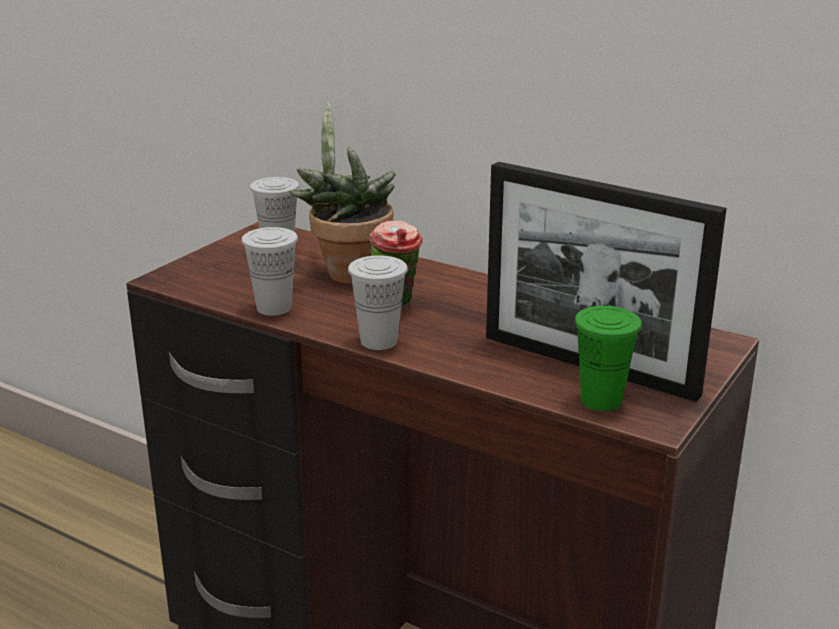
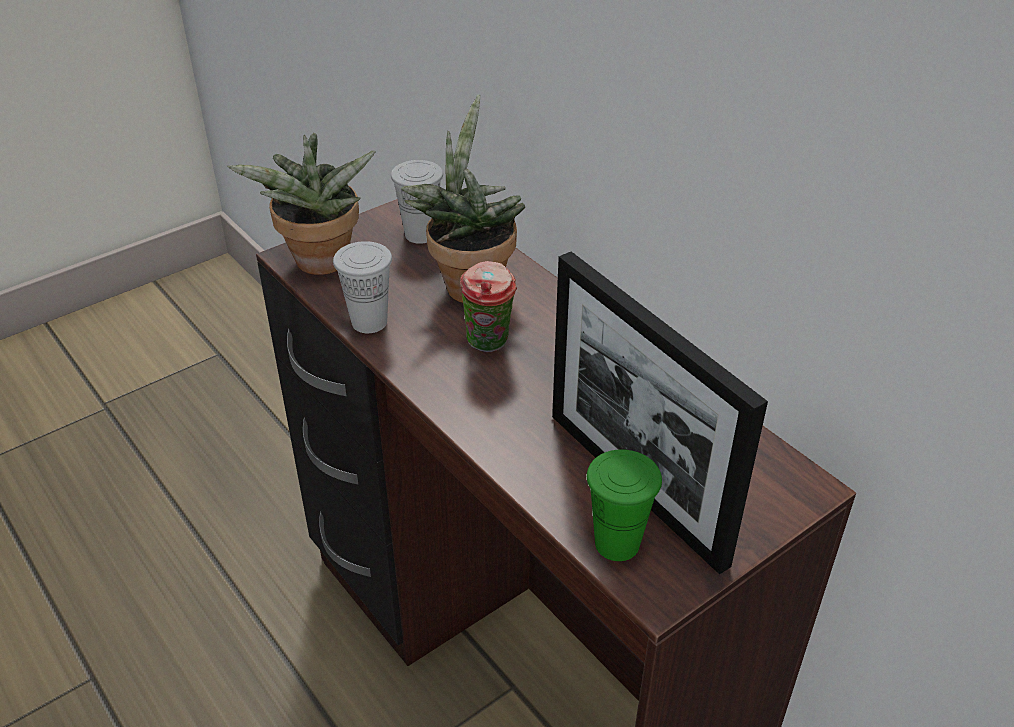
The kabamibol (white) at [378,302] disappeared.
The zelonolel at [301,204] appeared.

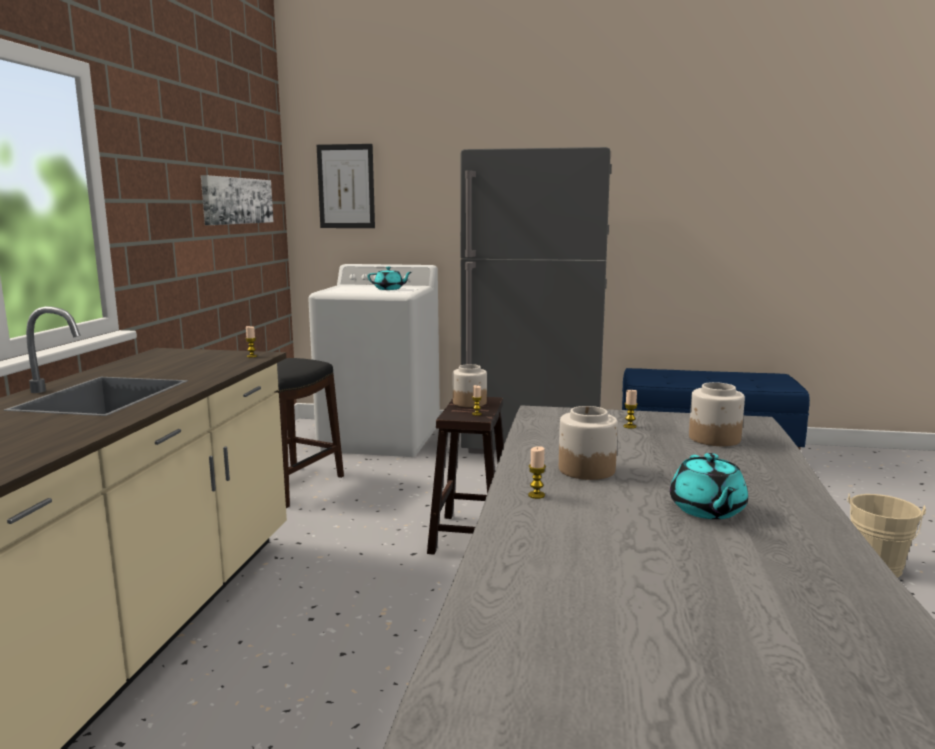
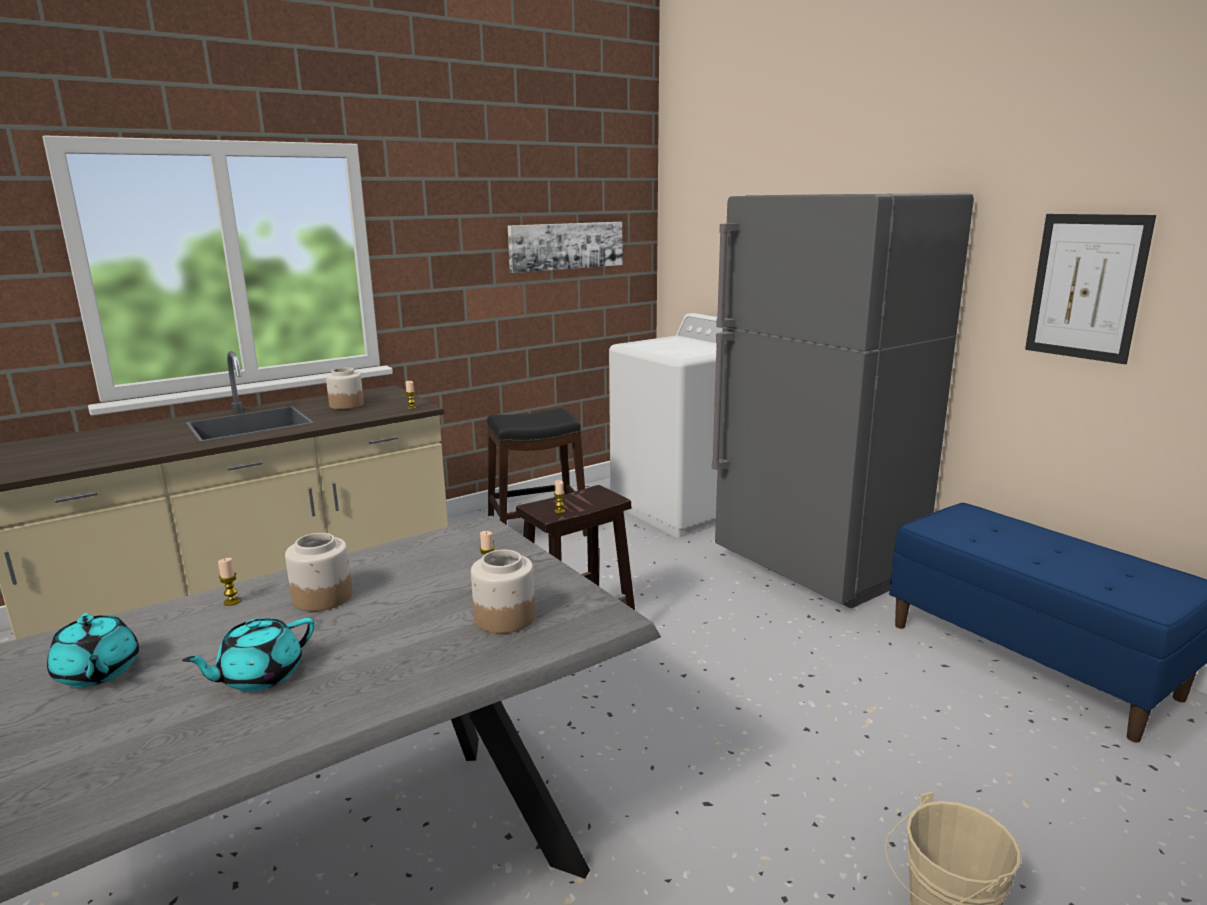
The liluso moved from [346,186] to [1090,289].
The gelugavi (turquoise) moved from [390,278] to [93,650].
The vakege moved from [470,385] to [345,388].

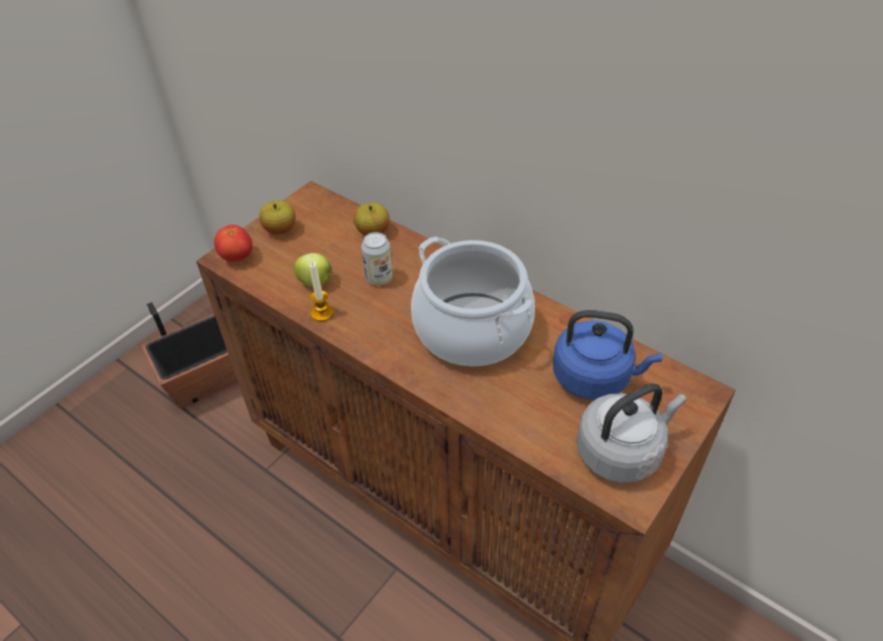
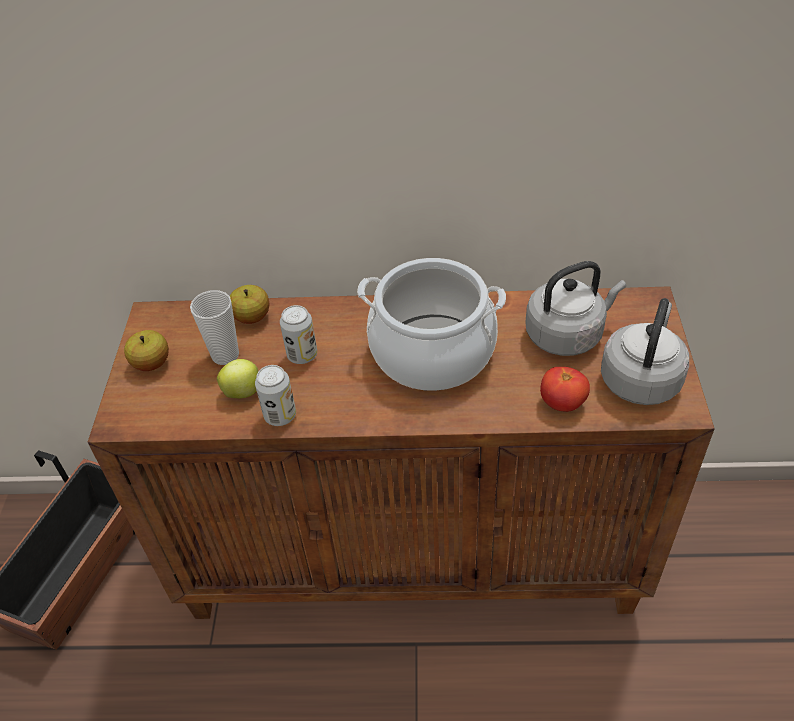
The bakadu moved from [233,243] to [565,389].
The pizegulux at [321,291] was replaced by the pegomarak at [275,395].
The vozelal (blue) at [608,355] became the vozelal (grey) at [575,308].
The kabamibol at [214,327] appeared.

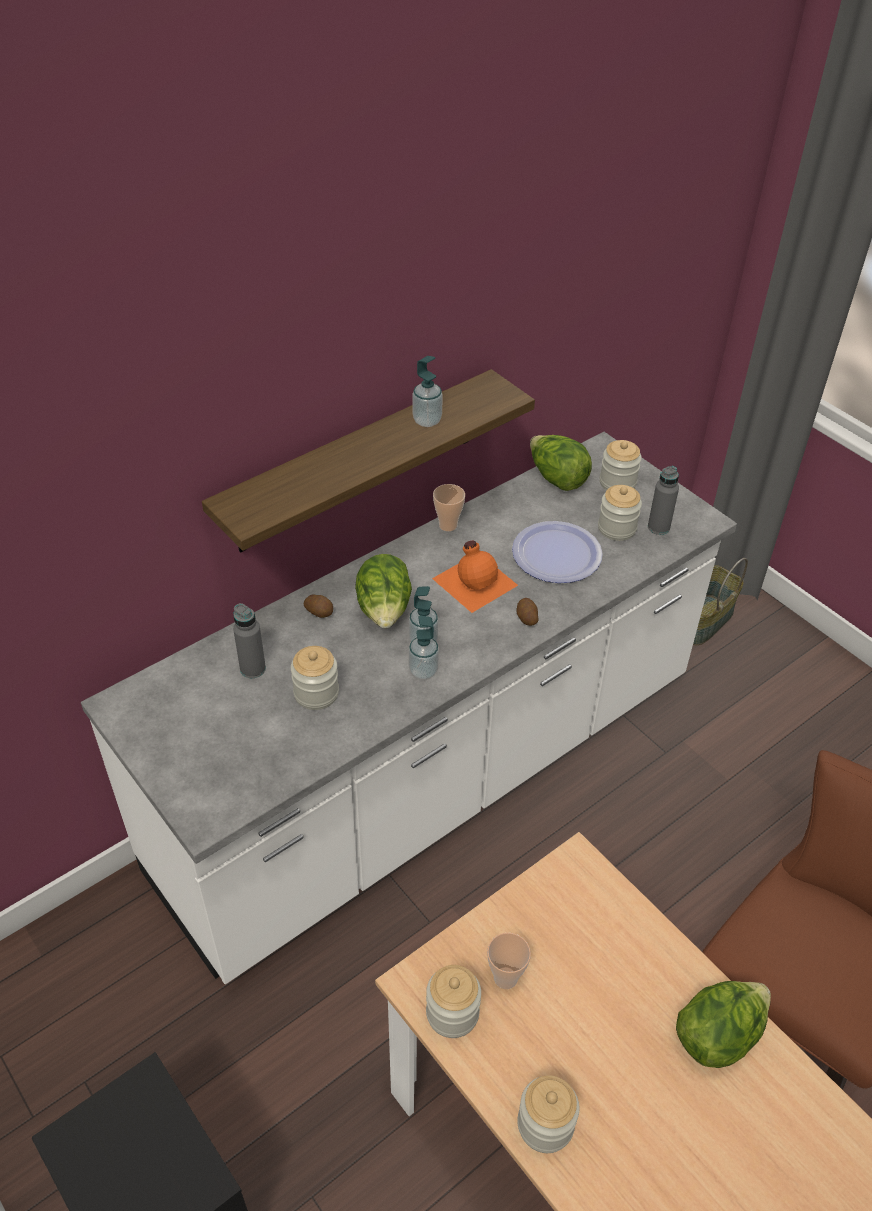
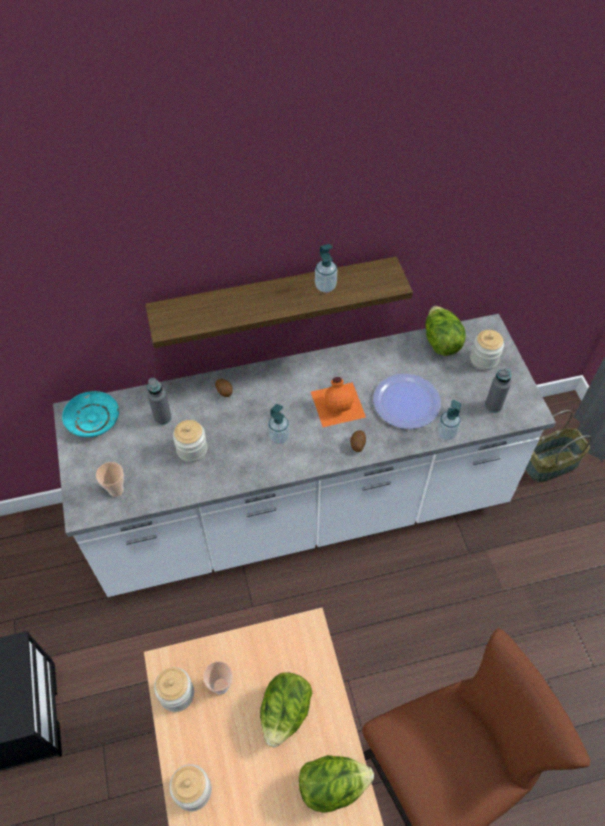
The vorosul moved from [383,591] to [286,709].
The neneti moved from [424,647] to [449,420].
The kabamibol moved from [449,507] to [110,479].
The vakege at [620,513] disappeared.
The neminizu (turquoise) at [90,414] appeared.

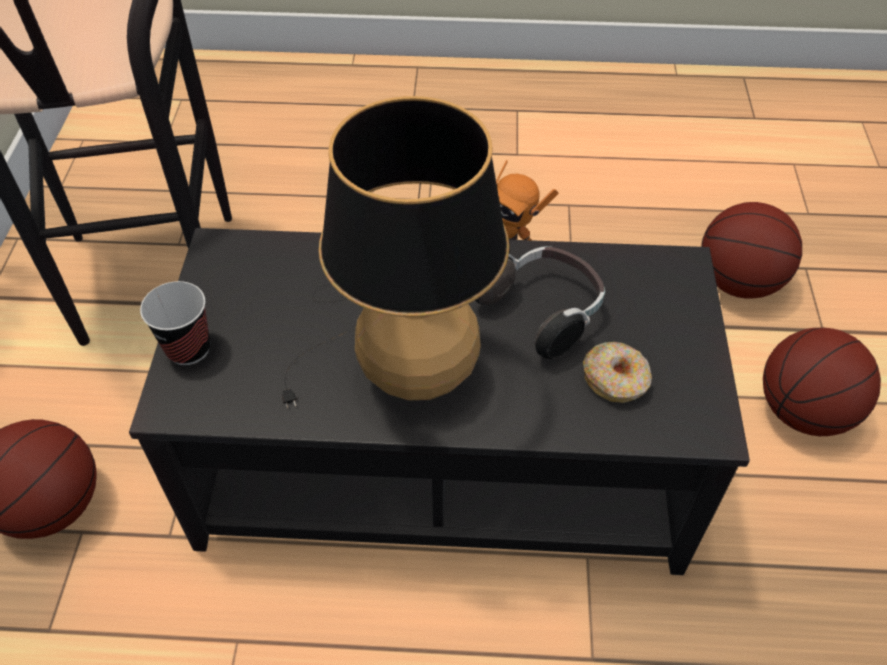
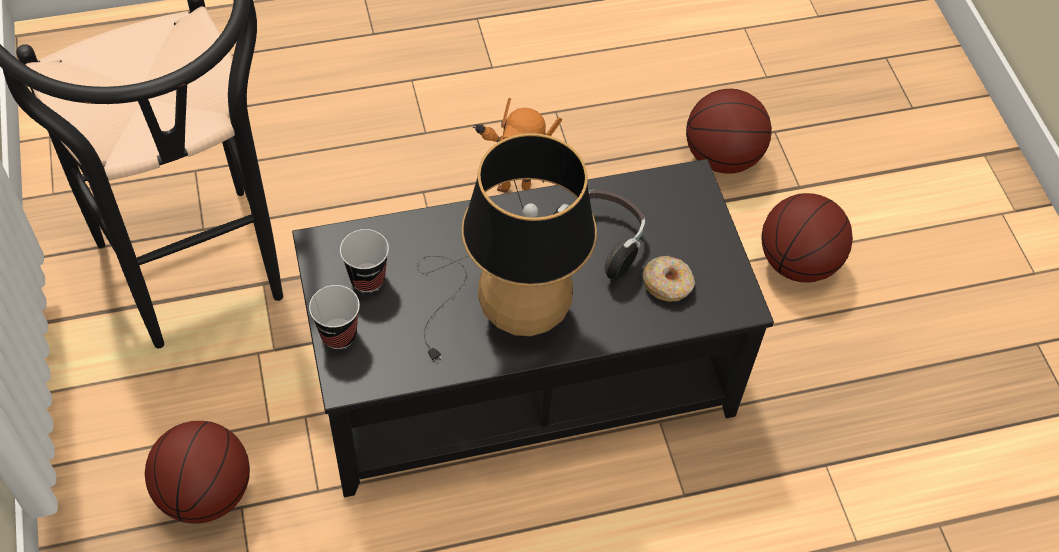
The kabamibol at [364,260] appeared.

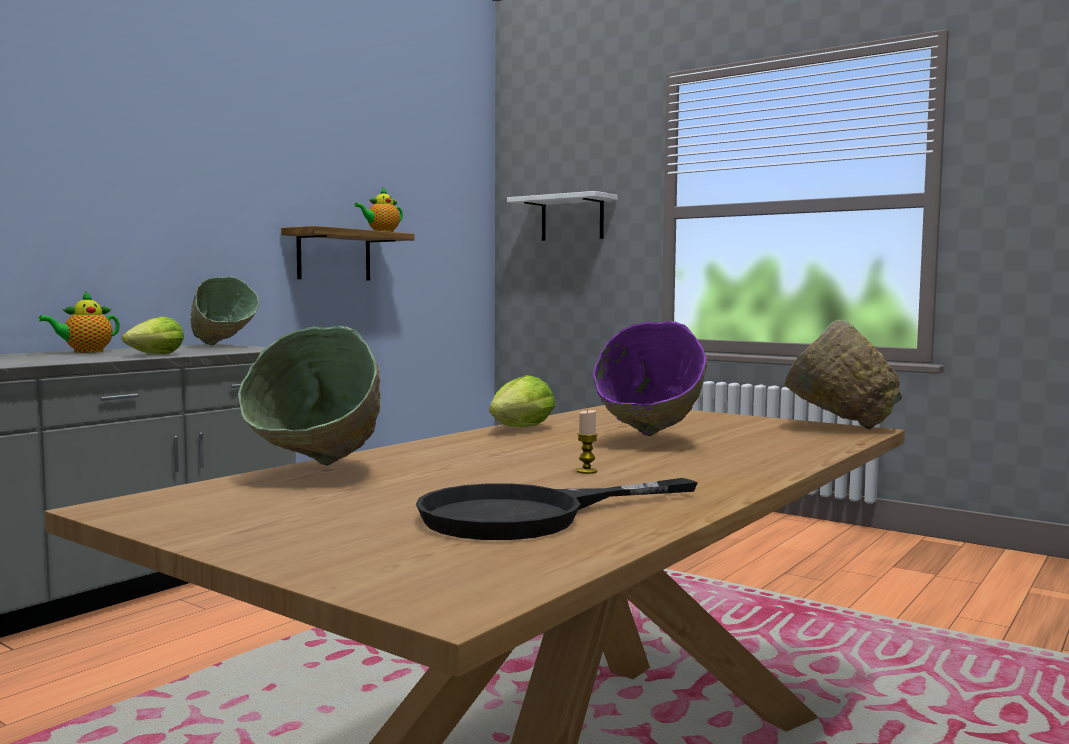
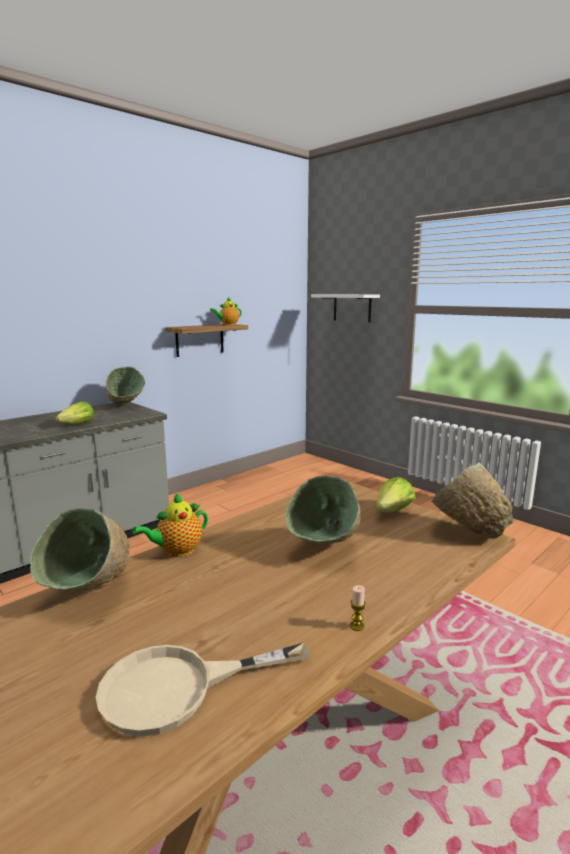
The gelugavi moved from [79,322] to [170,525].
The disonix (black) at [557,509] became the disonix (beige) at [203,689].
The vorosul moved from [522,401] to [396,494].
The pizegulux moved from [587,442] to [358,608].
The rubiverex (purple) at [650,378] became the rubiverex (green) at [322,509].

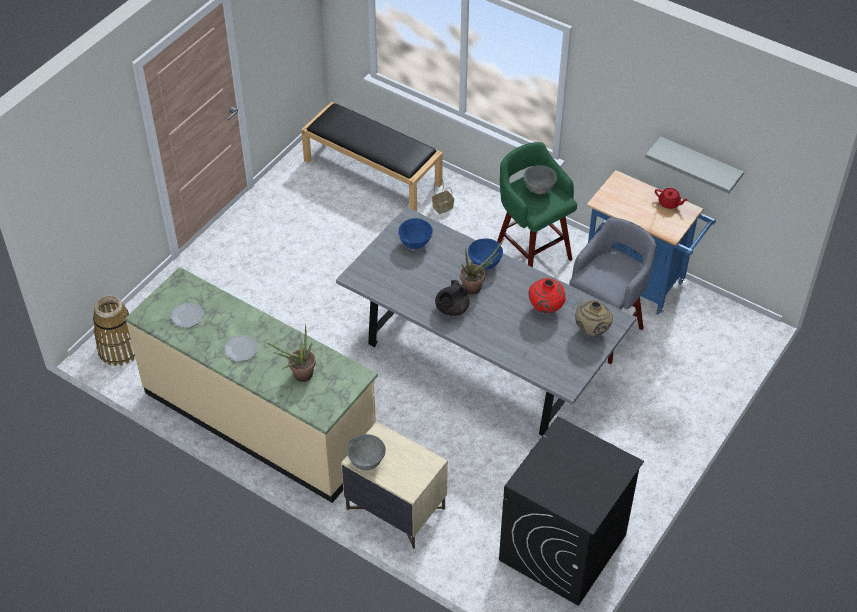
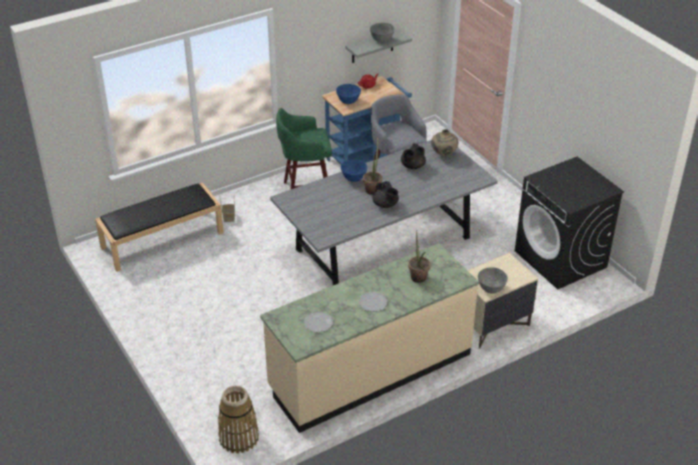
The rubiverex (blue) moved from [415,233] to [348,94].
The rubiverex (grey) moved from [540,179] to [382,32].
The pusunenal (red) at [547,295] was replaced by the gelugavi (black) at [413,156].

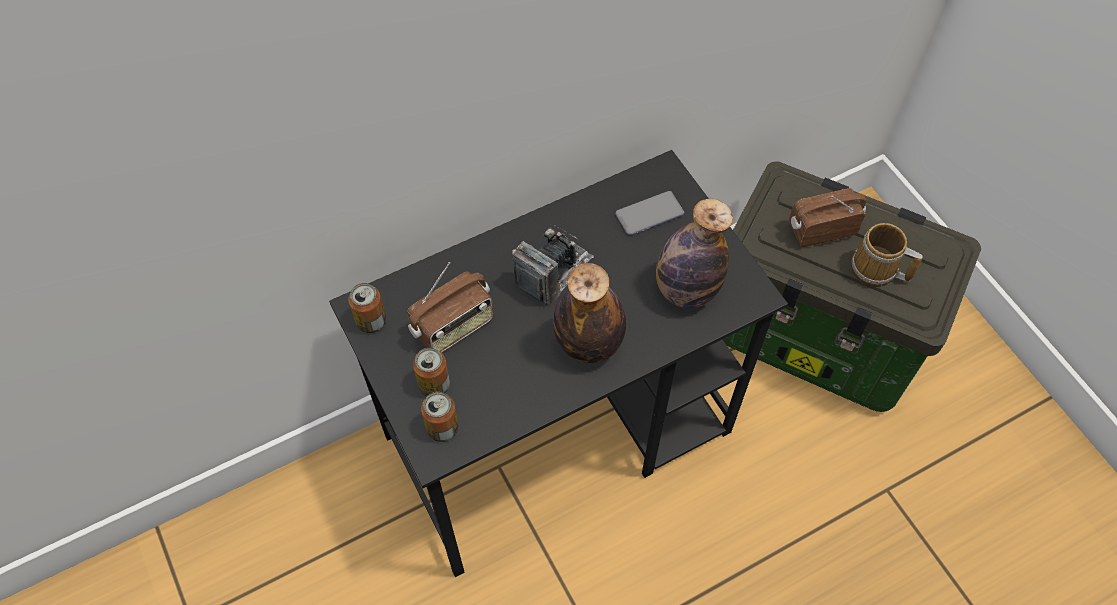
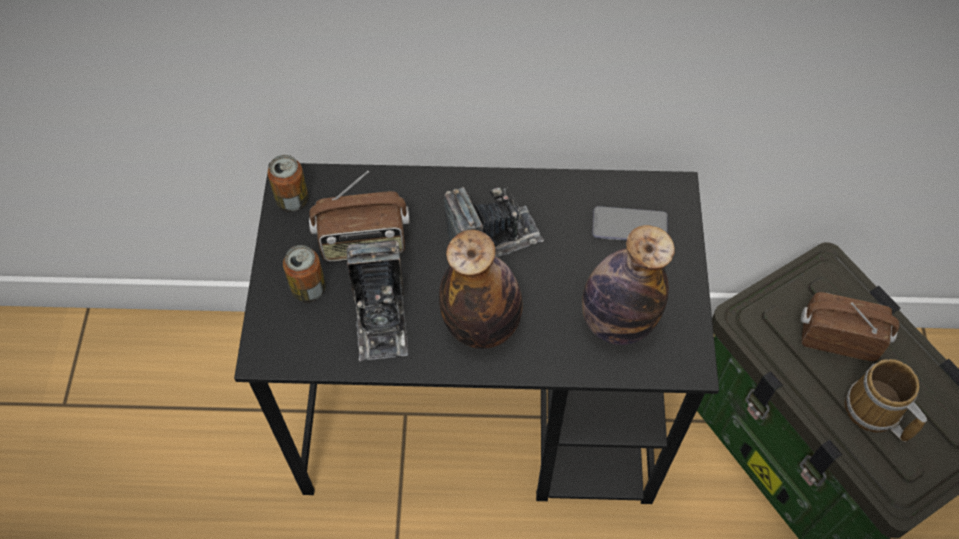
The pegomarak at [440,417] disappeared.
The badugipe at [377,300] appeared.

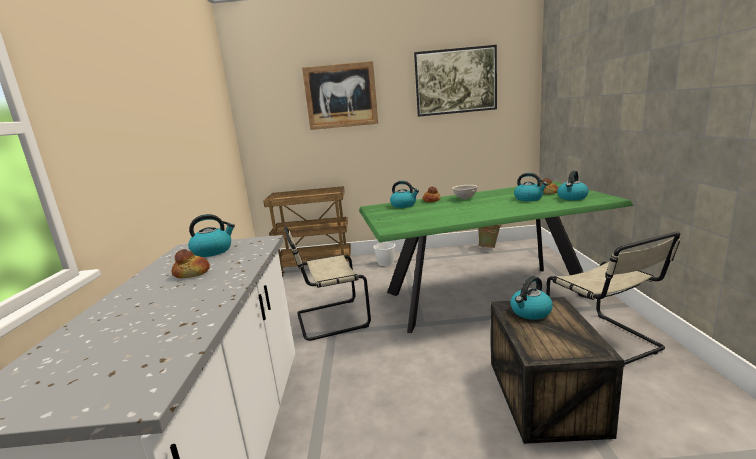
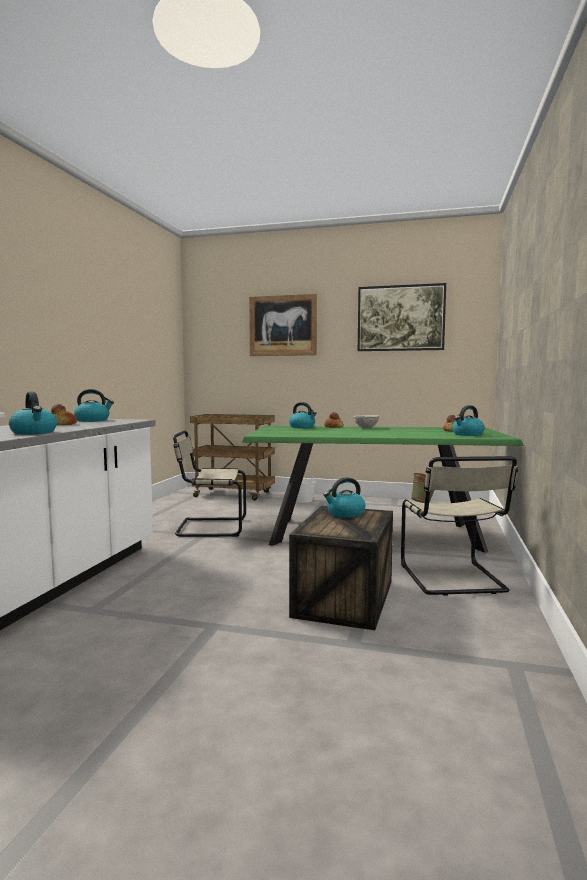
The vozelal moved from [531,187] to [33,413].

